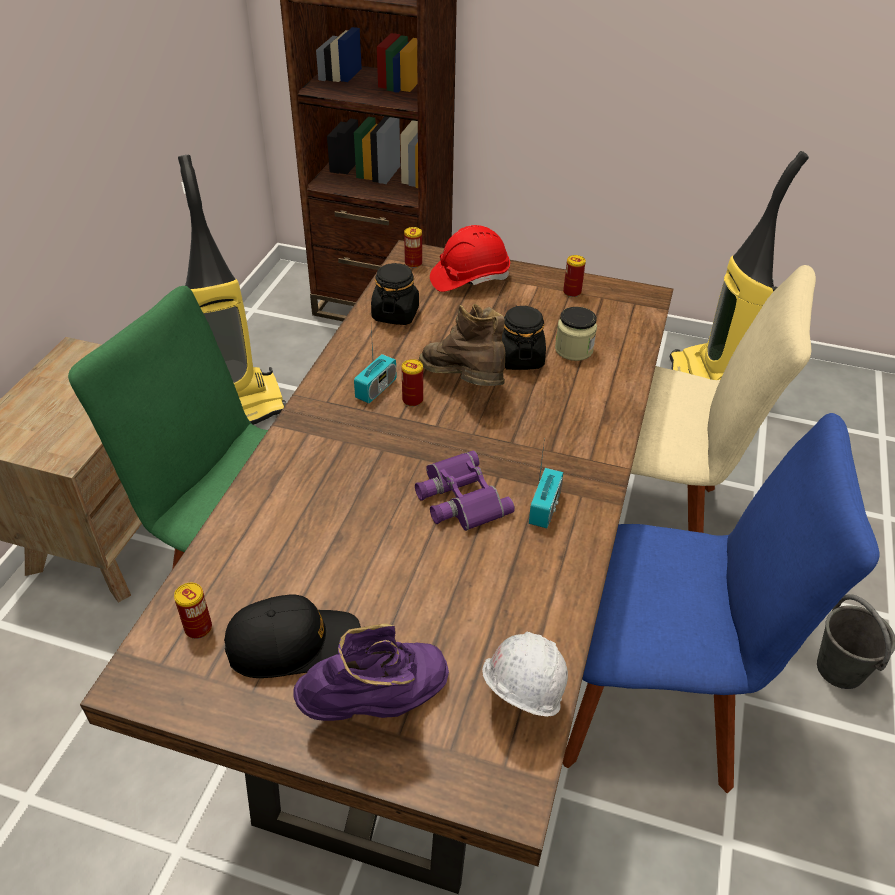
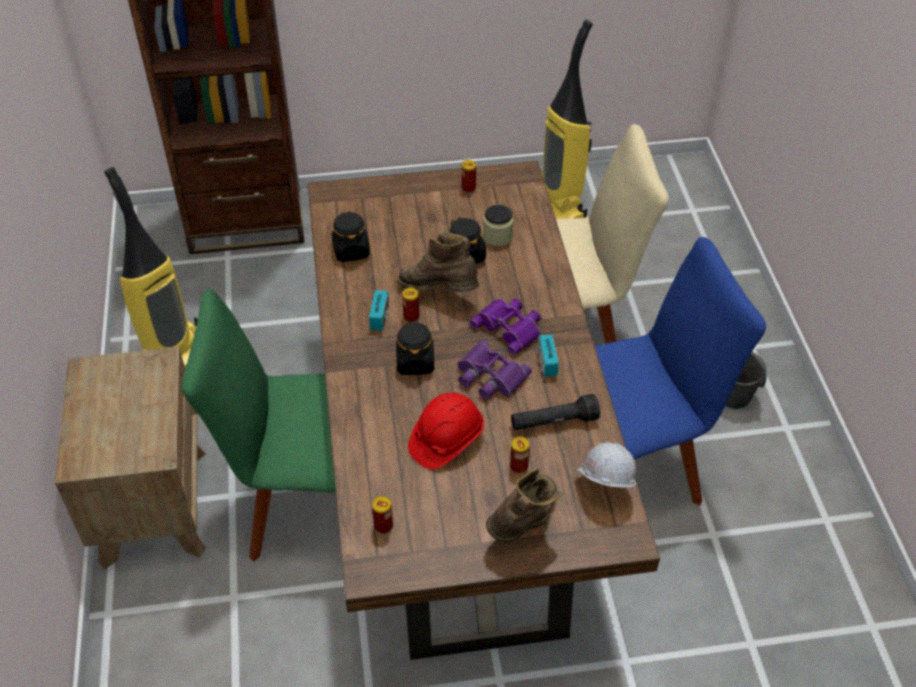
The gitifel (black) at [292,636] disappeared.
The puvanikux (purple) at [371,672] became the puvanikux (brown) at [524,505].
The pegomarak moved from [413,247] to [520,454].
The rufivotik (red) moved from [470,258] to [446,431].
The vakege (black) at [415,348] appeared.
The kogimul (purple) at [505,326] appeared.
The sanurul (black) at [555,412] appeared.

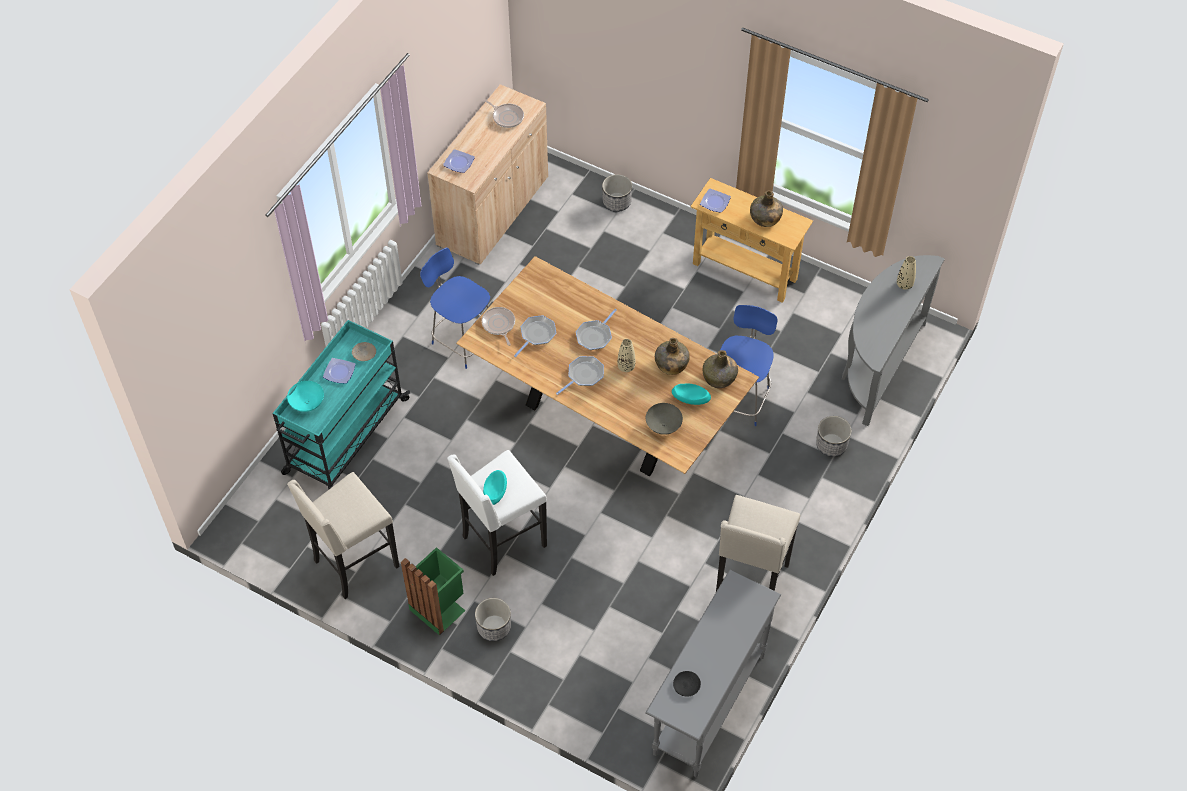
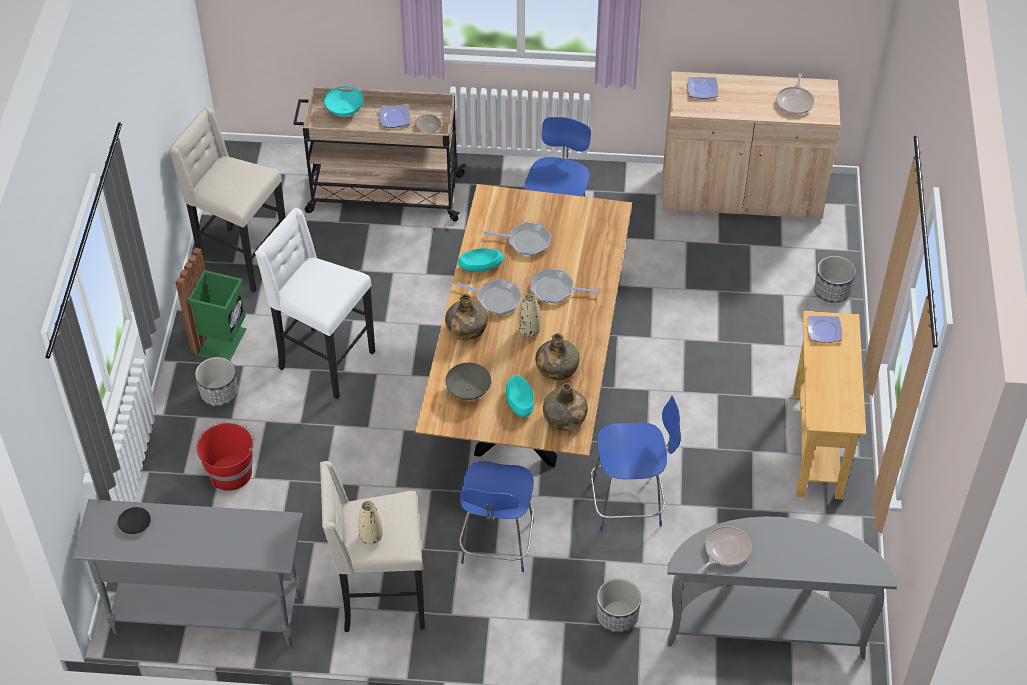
The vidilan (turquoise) at [341,404] became the vidilan (beige) at [379,154].
The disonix moved from [498,326] to [724,550].
The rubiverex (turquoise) moved from [495,487] to [481,260].
The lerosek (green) moved from [766,208] to [466,317].
The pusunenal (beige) moved from [906,273] to [370,522].
The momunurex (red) at [226,456] appeared.
The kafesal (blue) at [496,516] appeared.

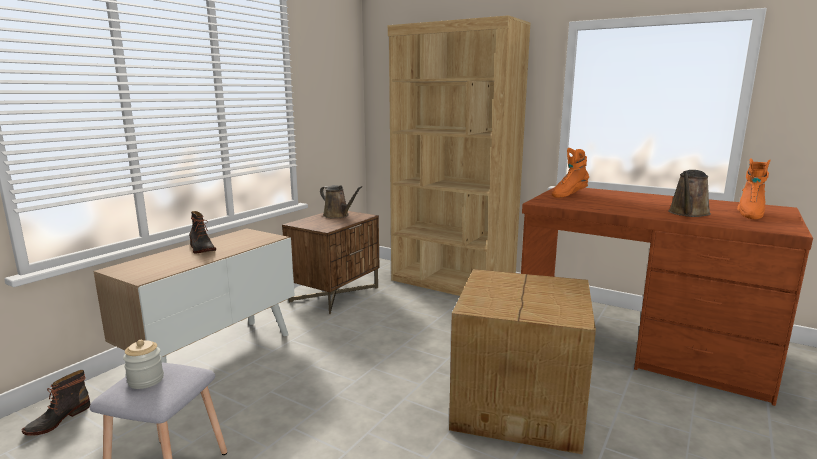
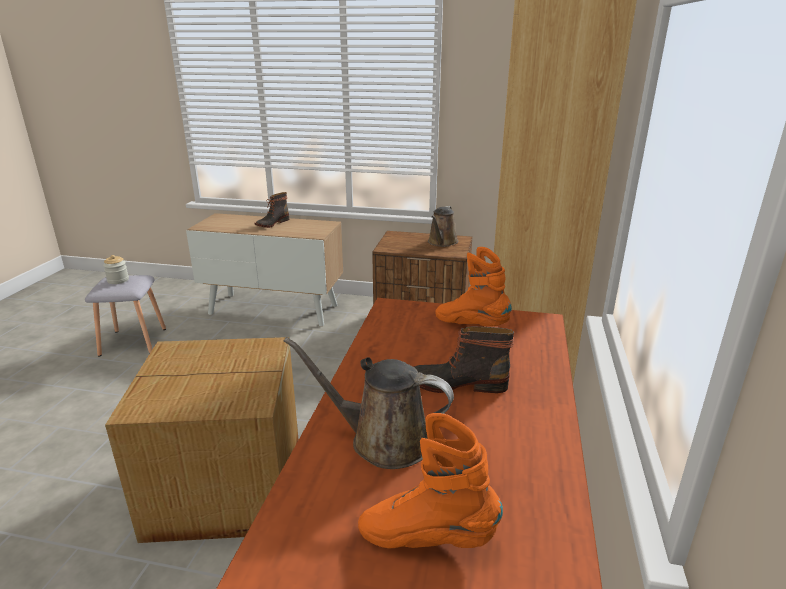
The puvanikux moved from [56,403] to [463,360].

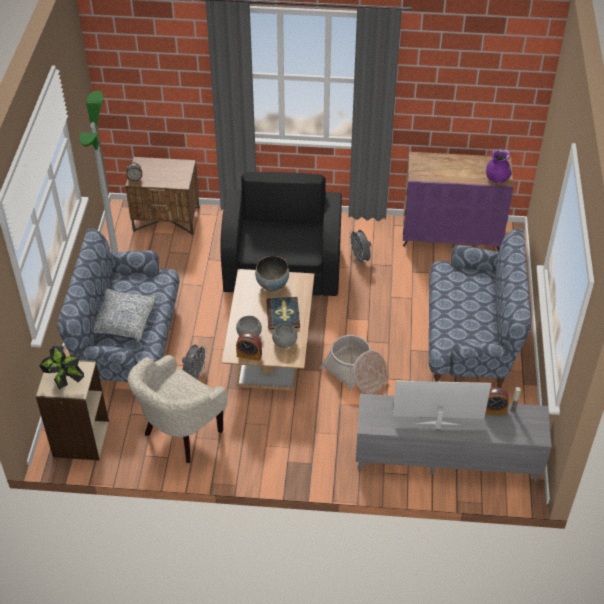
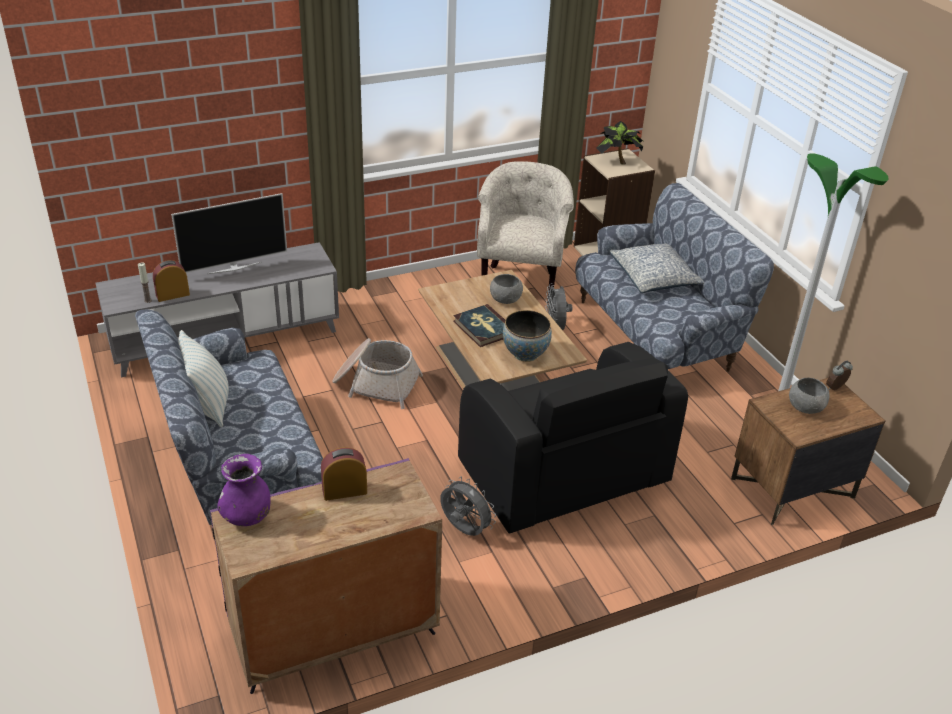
The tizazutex moved from [249,347] to [344,474].
The rubiverex (grey) moved from [284,335] to [809,396].
The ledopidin at [203,378] appeared.

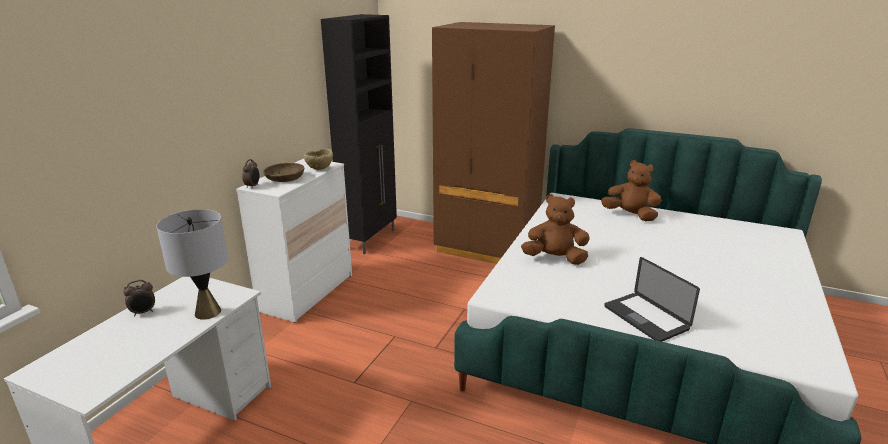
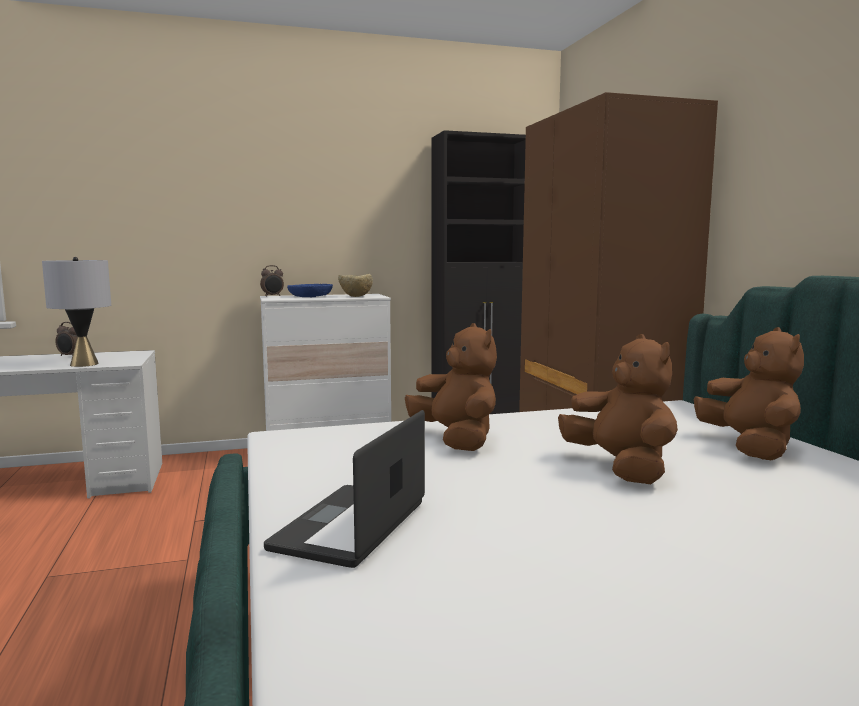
The rubiverex (brown) at [283,172] became the rubiverex (blue) at [310,290].
The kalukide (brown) at [618,409] appeared.

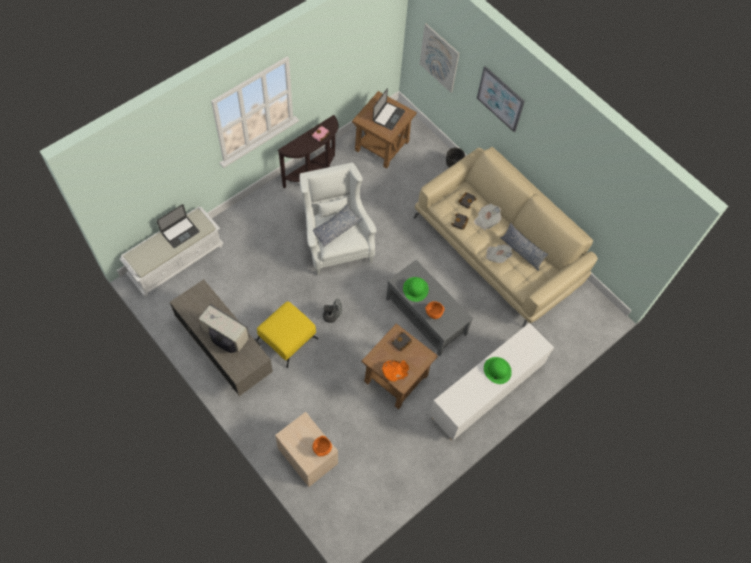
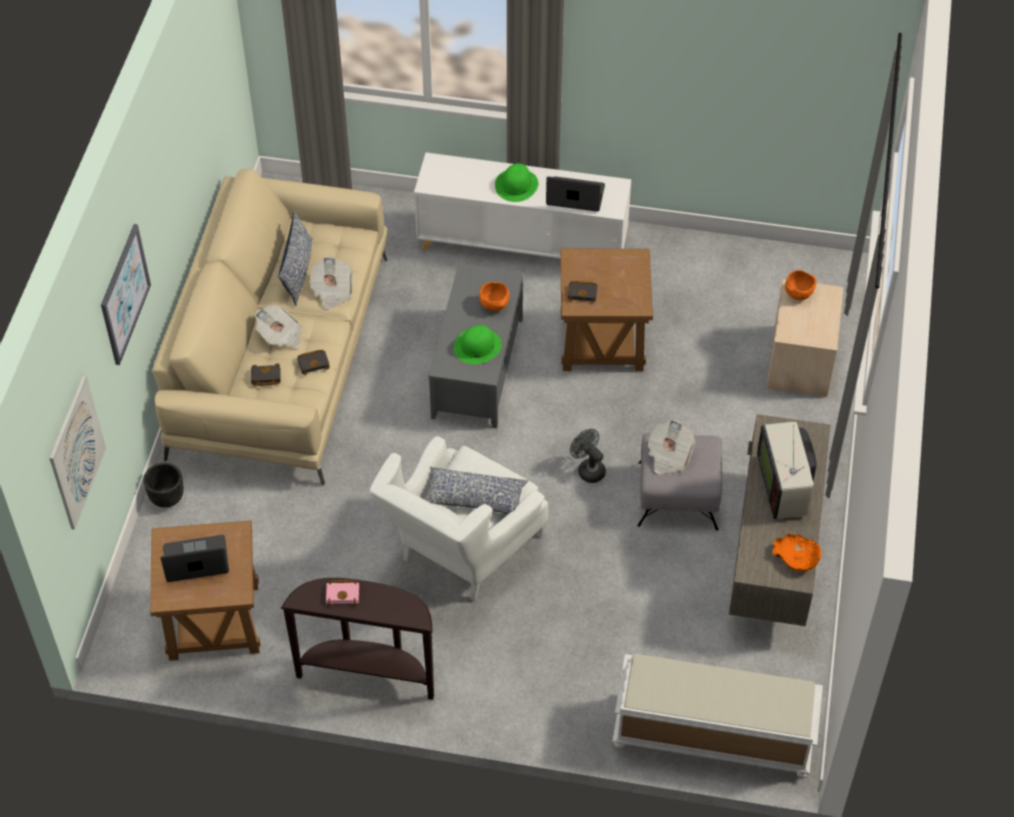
The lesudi moved from [178,226] to [575,194].
The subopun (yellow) at [287,334] became the subopun (grey) at [679,482].
The rubiverex (orange) moved from [395,371] to [797,553].
The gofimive at [671,446] appeared.

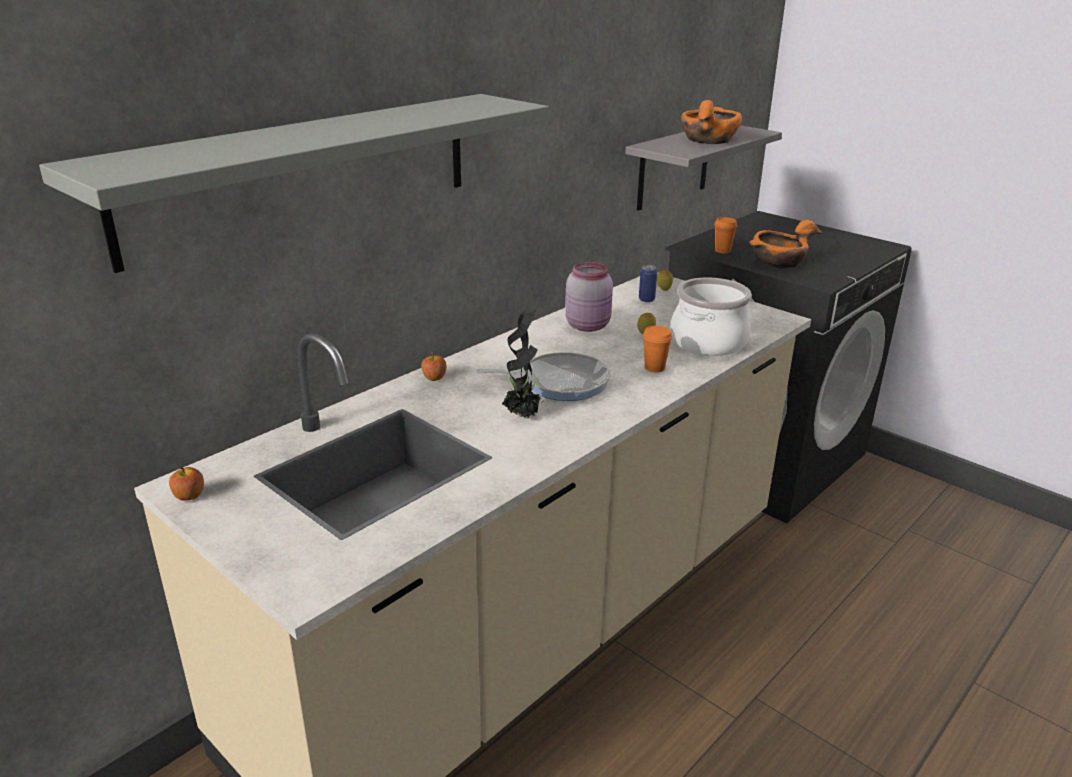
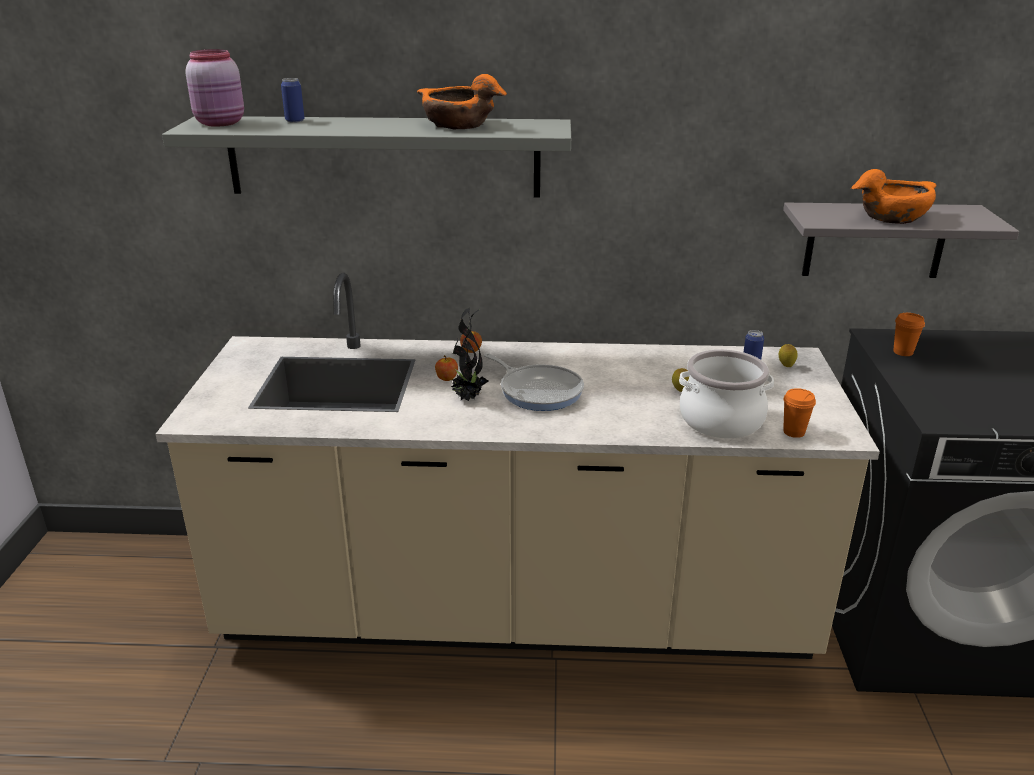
The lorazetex moved from [186,483] to [446,368].
The vakege (pink) moved from [589,297] to [215,87].
The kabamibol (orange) moved from [657,349] to [799,413].
The rubiverex (orange) moved from [785,244] to [462,101].
The pegomarak at [293,100] appeared.

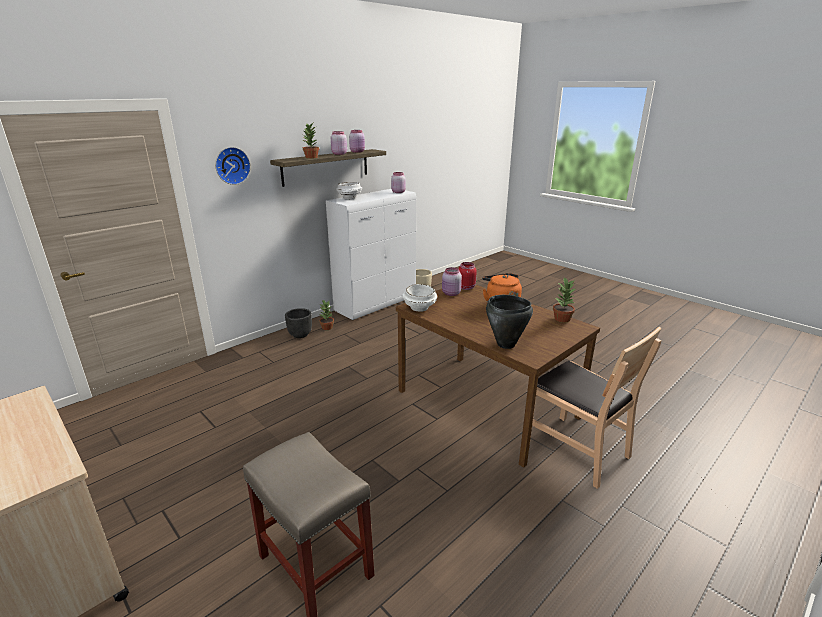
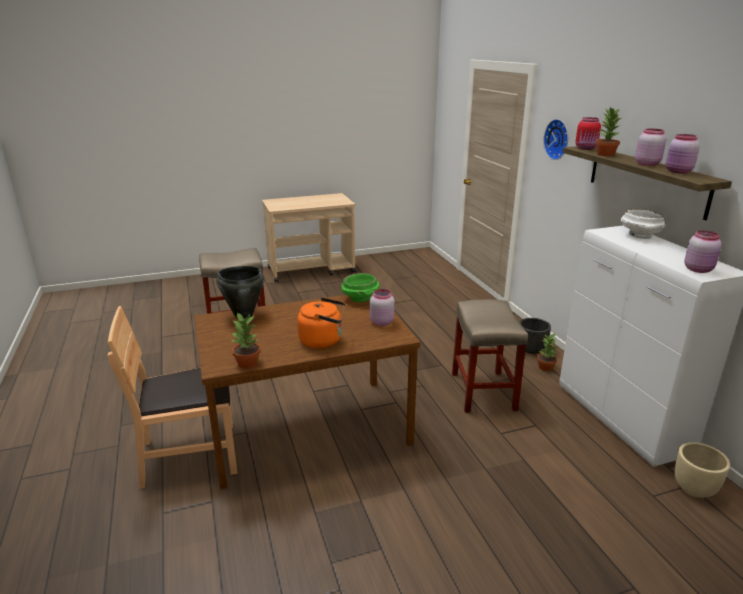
The rubiverex (white) at [419,298] became the rubiverex (green) at [360,287].
The vakege (red) moved from [467,276] to [588,133].
The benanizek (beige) at [490,356] appeared.

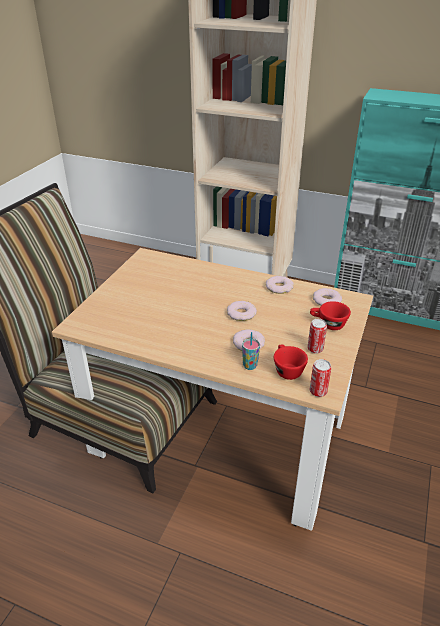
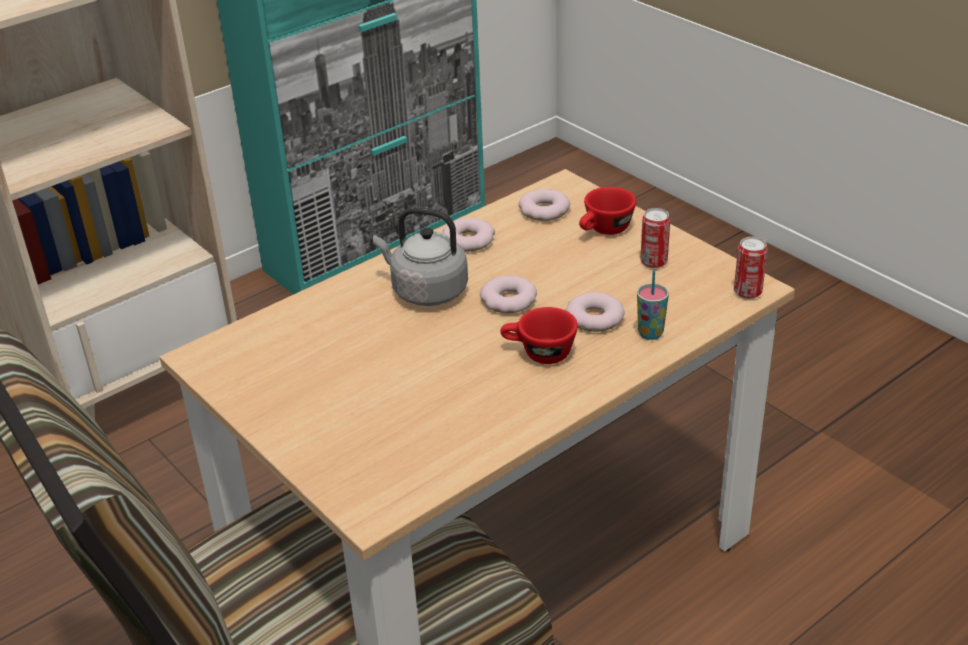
The kabamibol (red) moved from [291,362] to [539,335].
The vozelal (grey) at [420,256] appeared.

